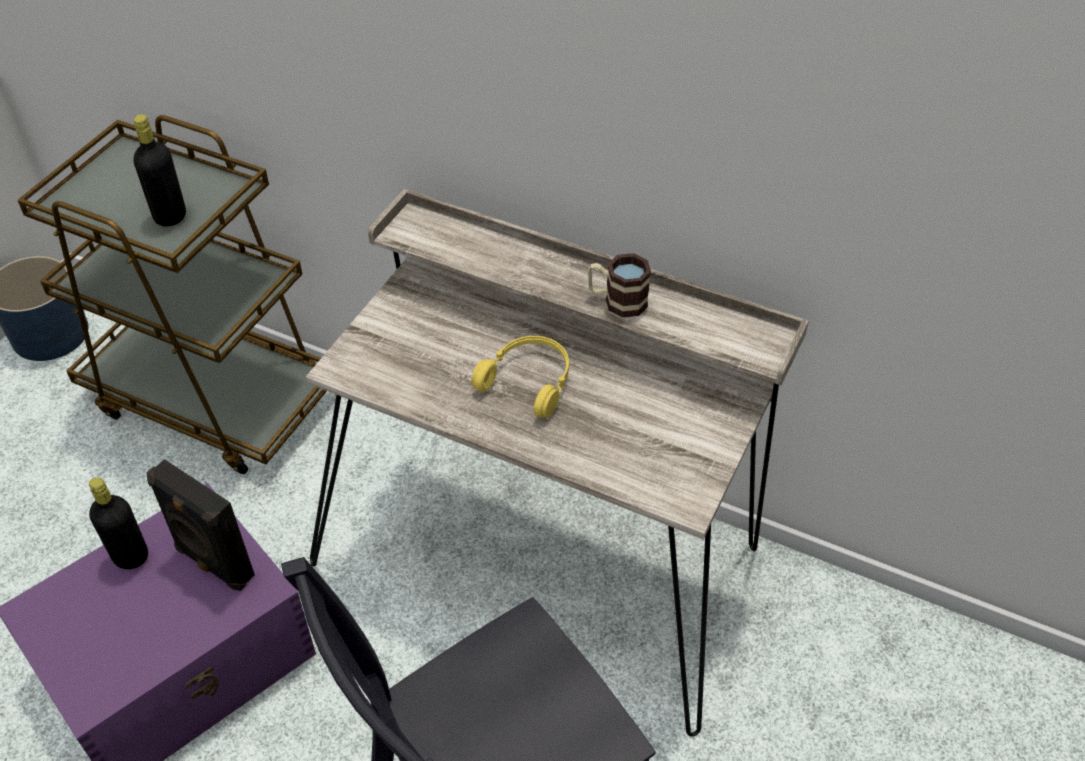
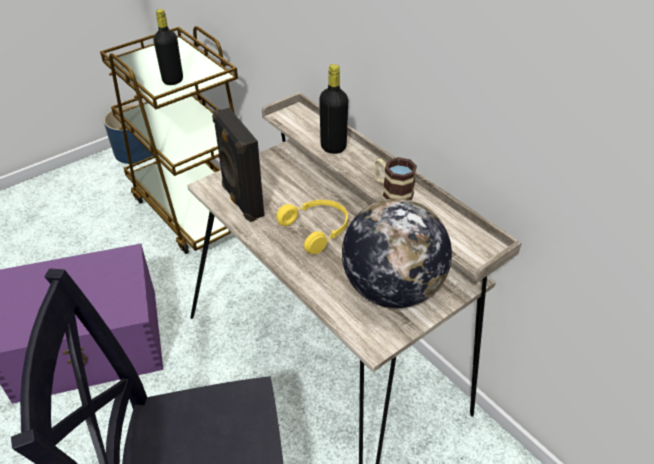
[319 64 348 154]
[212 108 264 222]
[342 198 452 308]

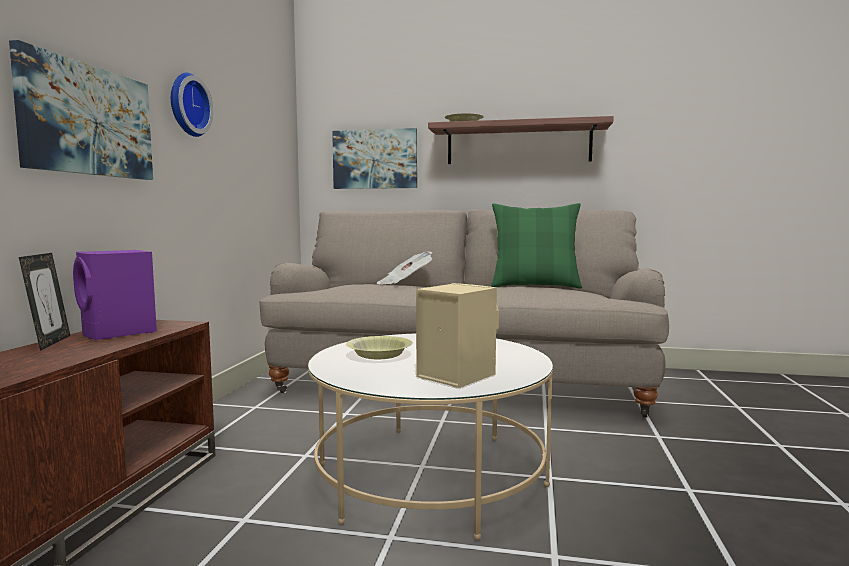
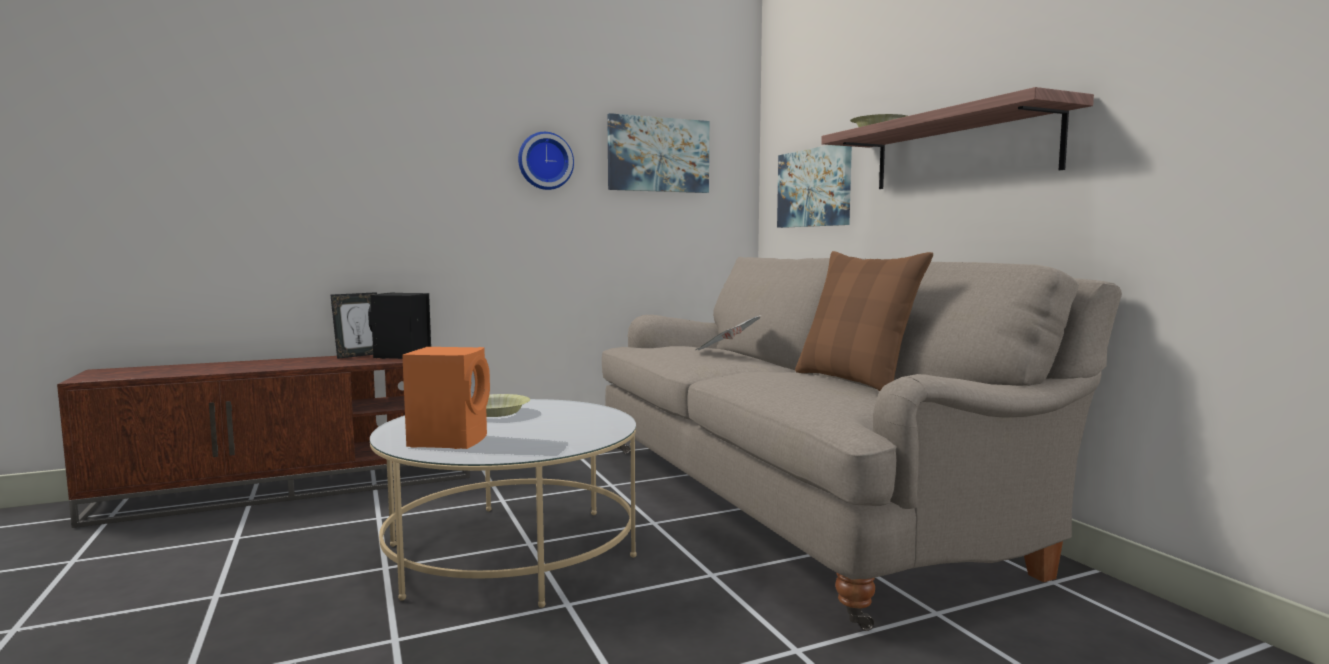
[607 113 709 193]
[368 292 431 359]
[402 347 490 449]
[795 251 933 391]

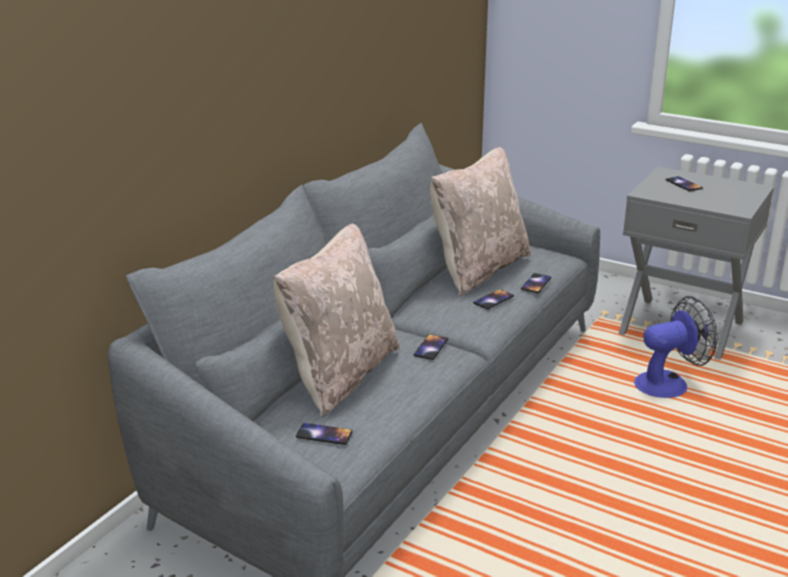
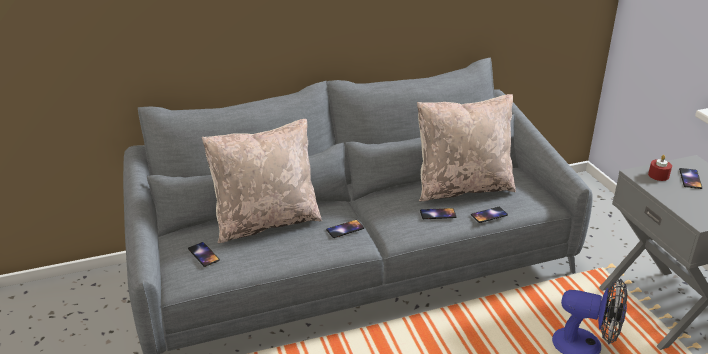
[648 155 672 181]

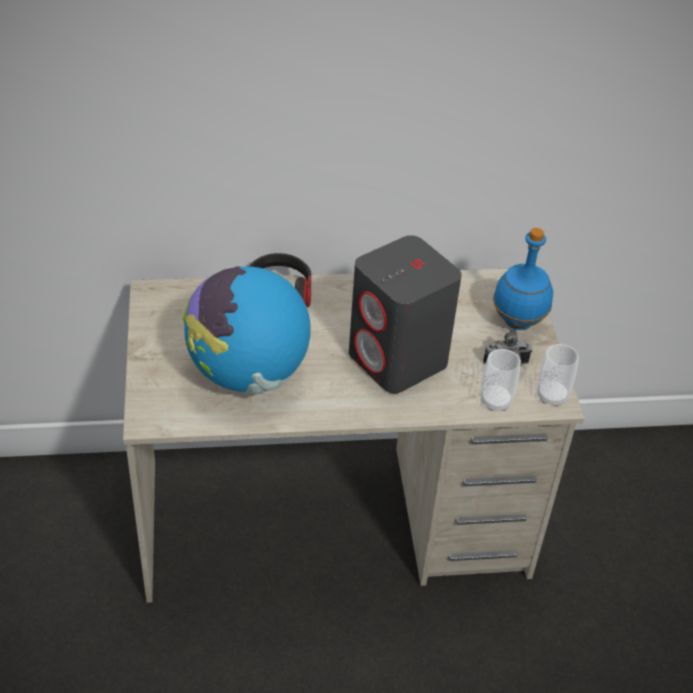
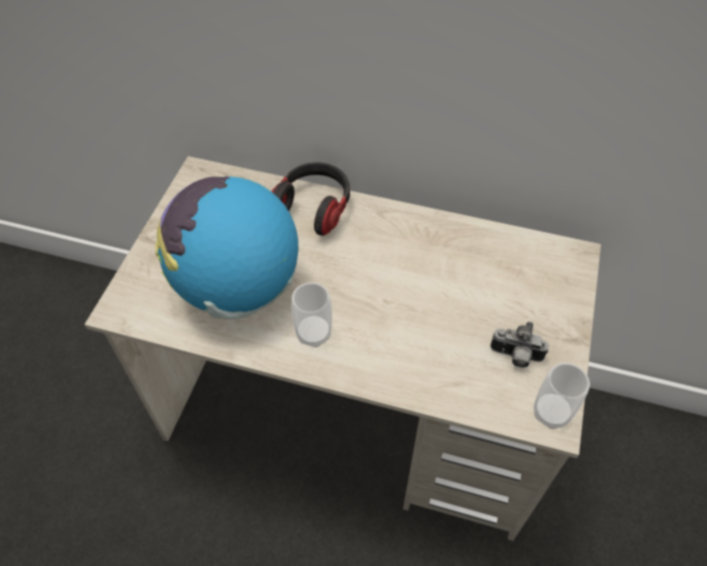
[349 235 462 393] (first image)
[292 282 332 347]
[493 228 553 330] (first image)

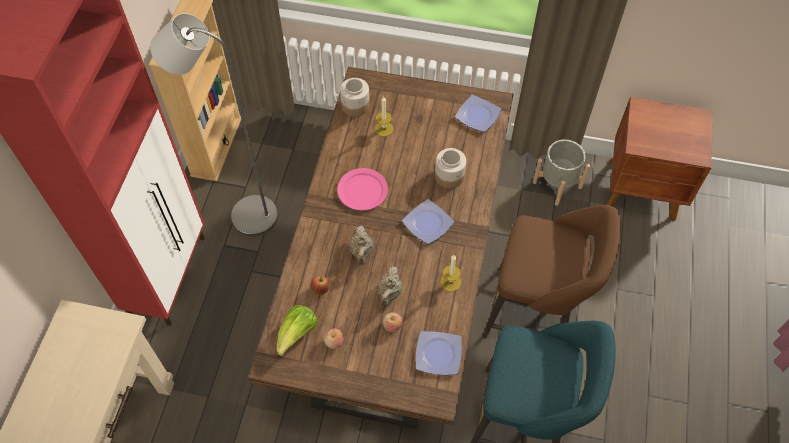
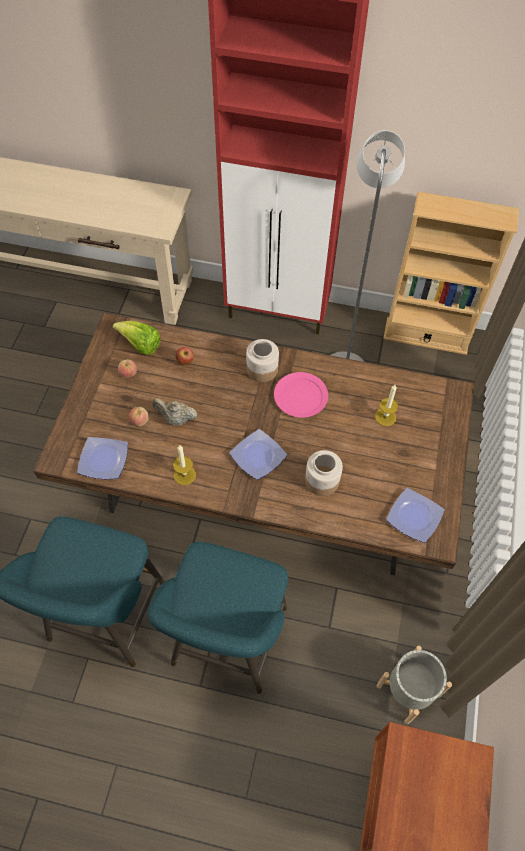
[246 339 279 382]
[349 226 374 265] (first image)
[148 541 288 694]

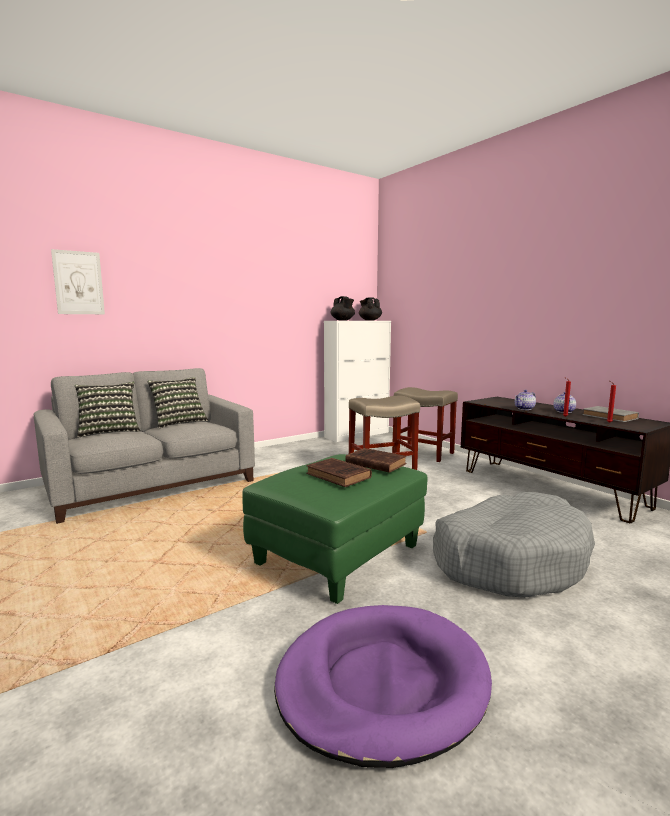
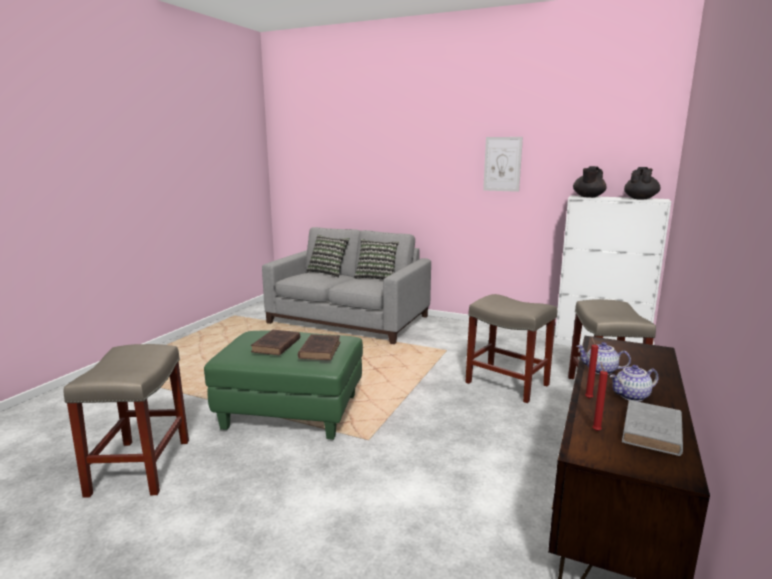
[483 137 523 192]
[64 344 189 498]
[433 492 595 598] (first image)

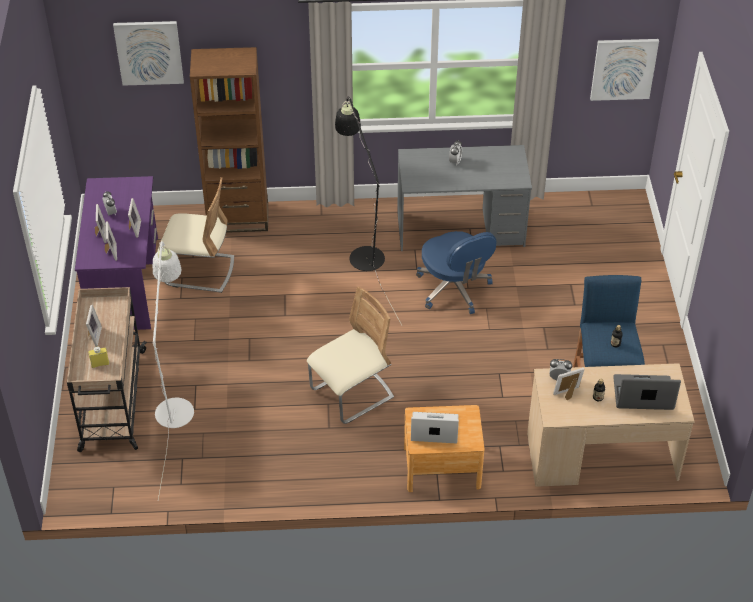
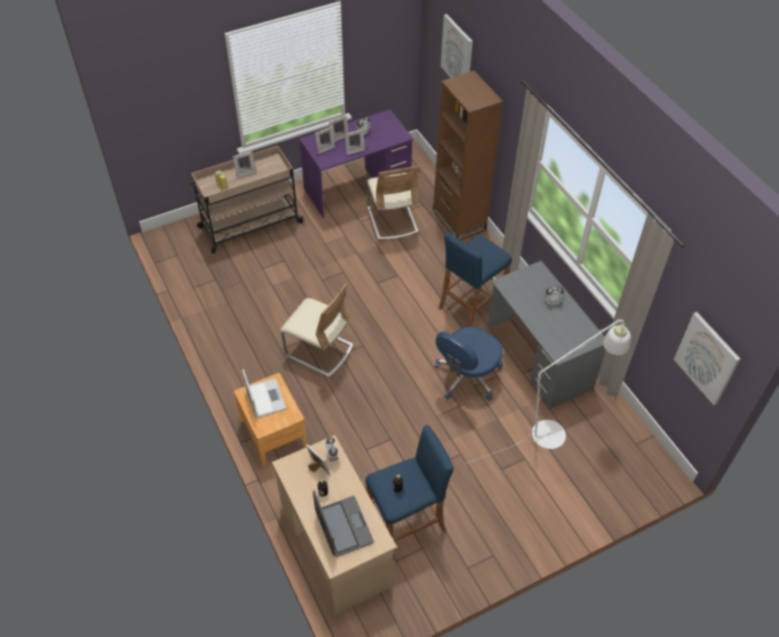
[465 319 631 464]
[438 232 512 327]

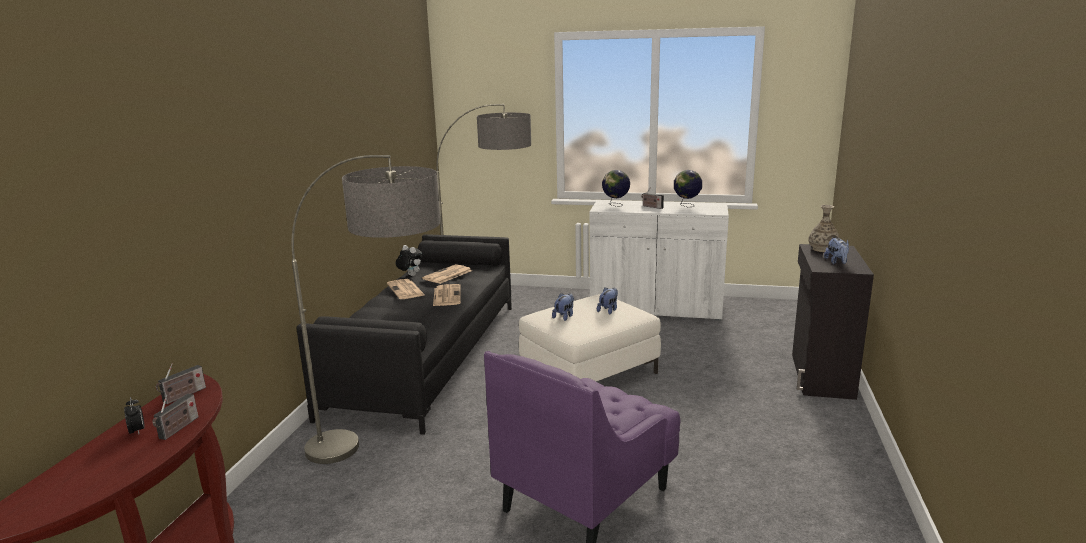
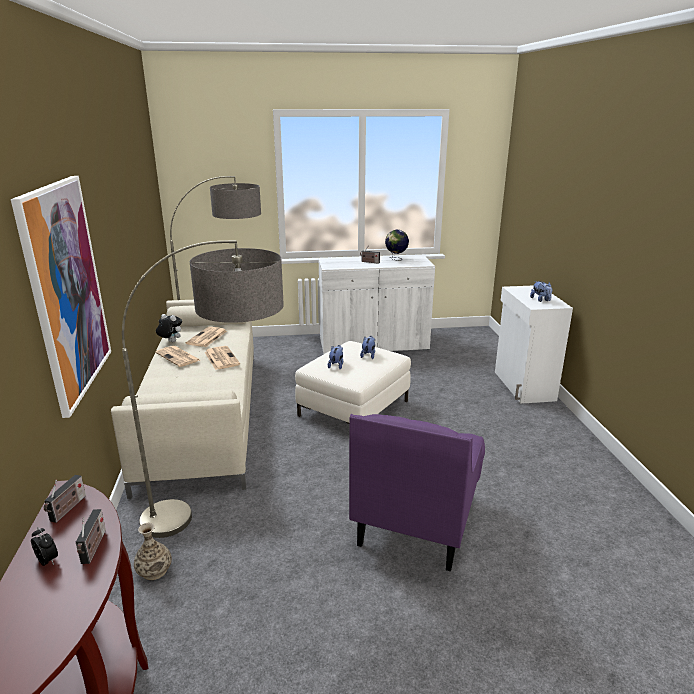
[111 300 254 499]
[602 170 630 207] (first image)
[495 285 573 403]
[134 523 172 580]
[11 176 111 418]

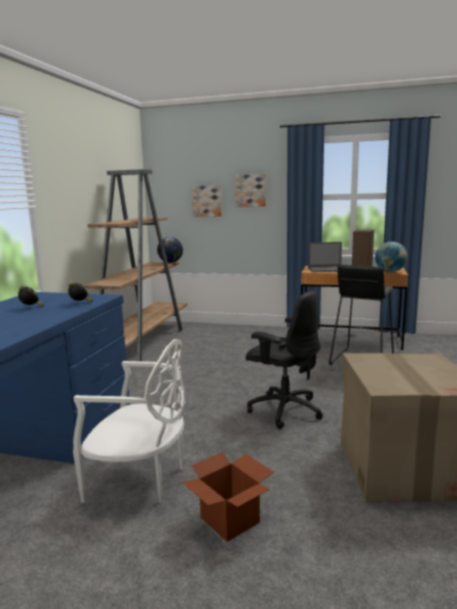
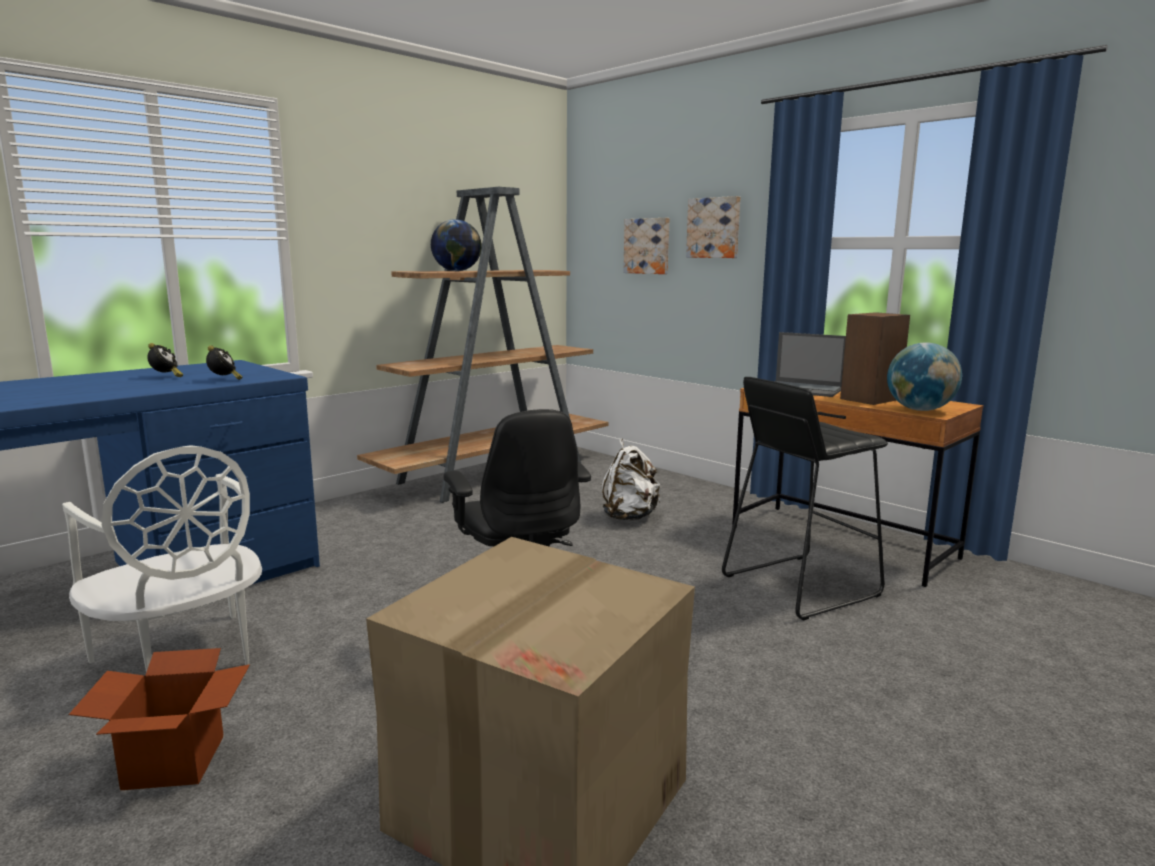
[431 219 482 271]
[601 438 661 521]

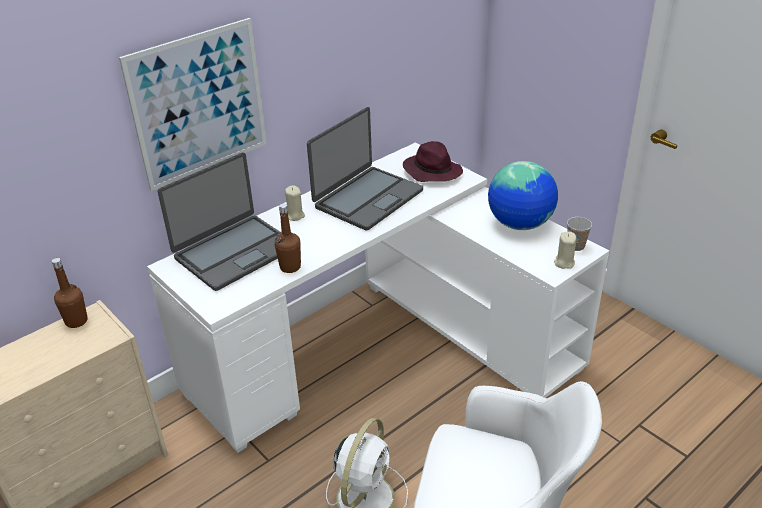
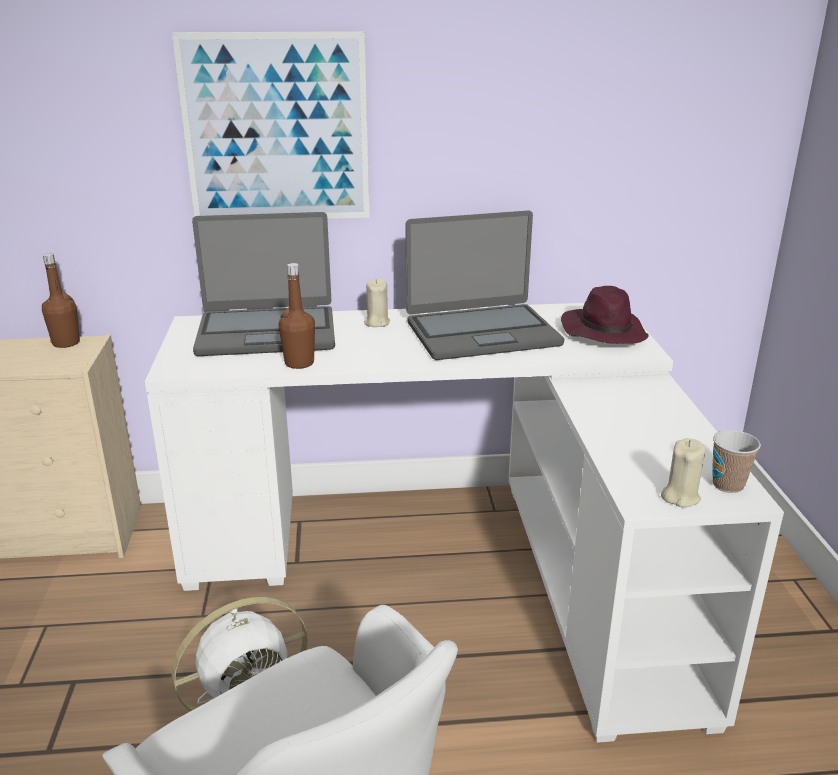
[488 161 558 230] (first image)

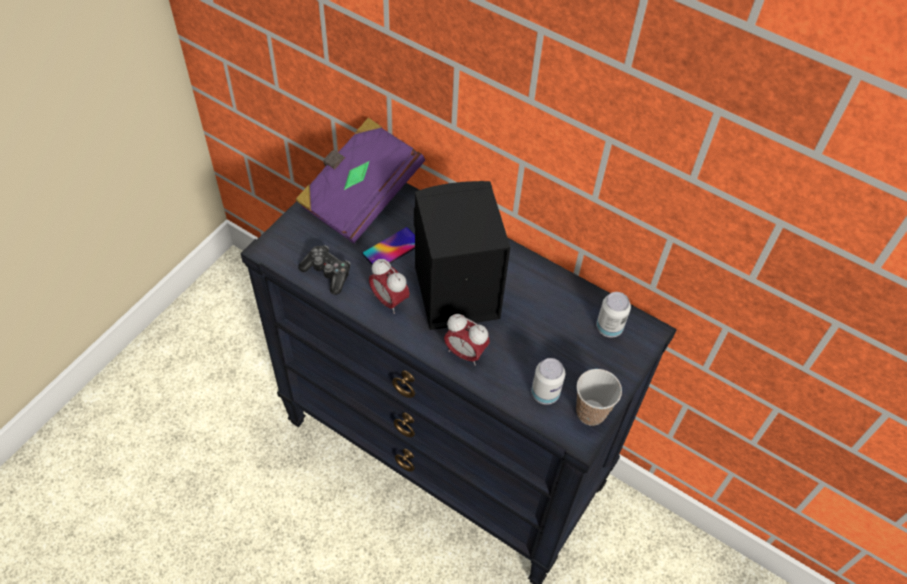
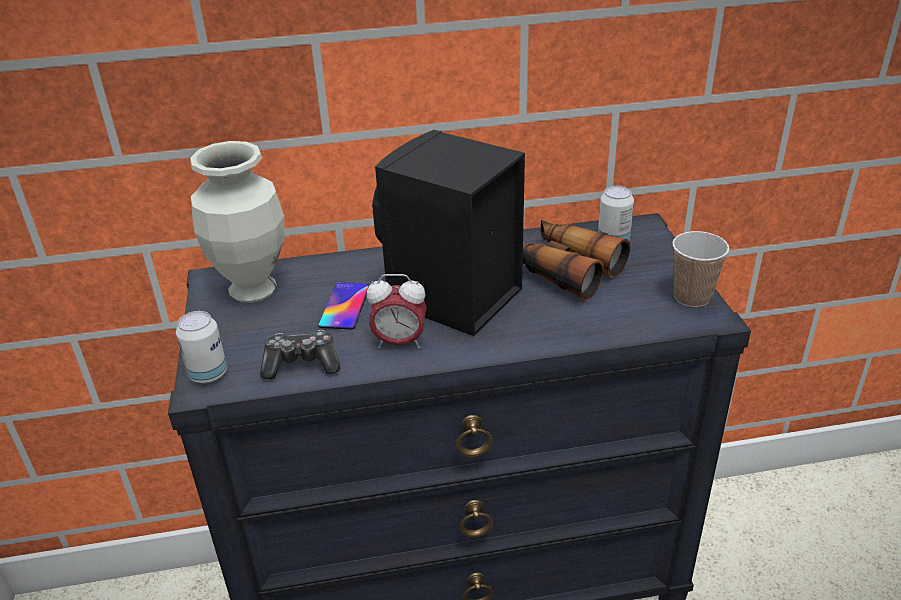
[190 141 285 303]
[444 314 490 366] (first image)
[176 311 227 383]
[523 220 630 300]

